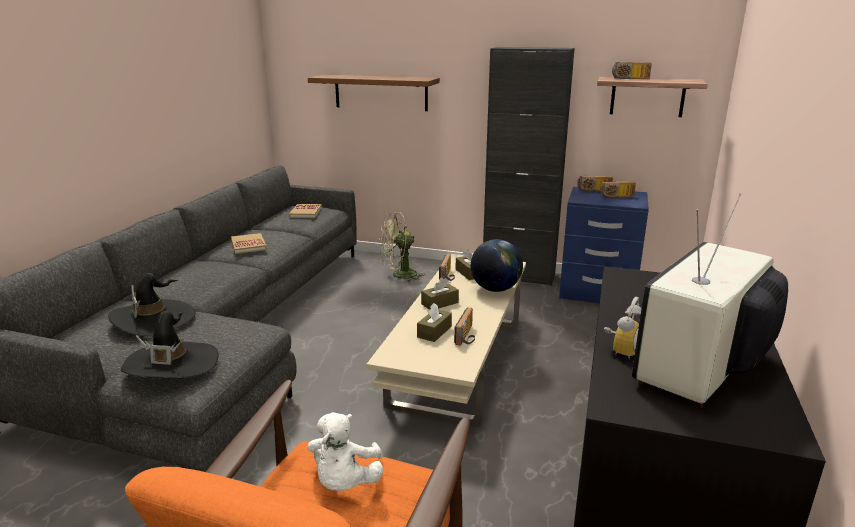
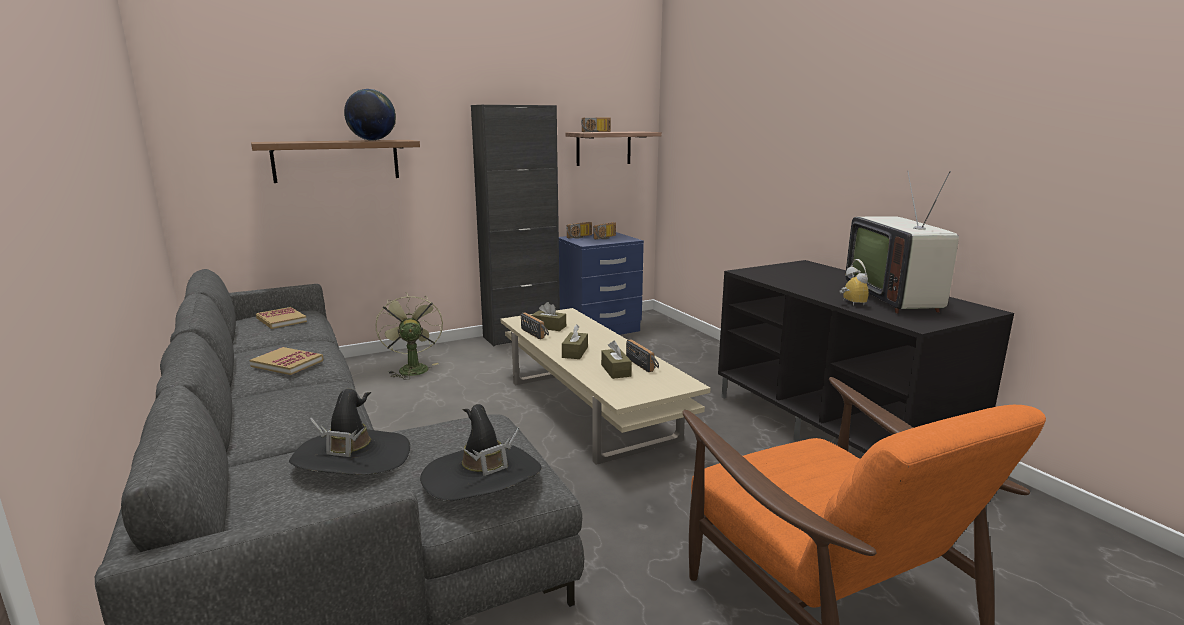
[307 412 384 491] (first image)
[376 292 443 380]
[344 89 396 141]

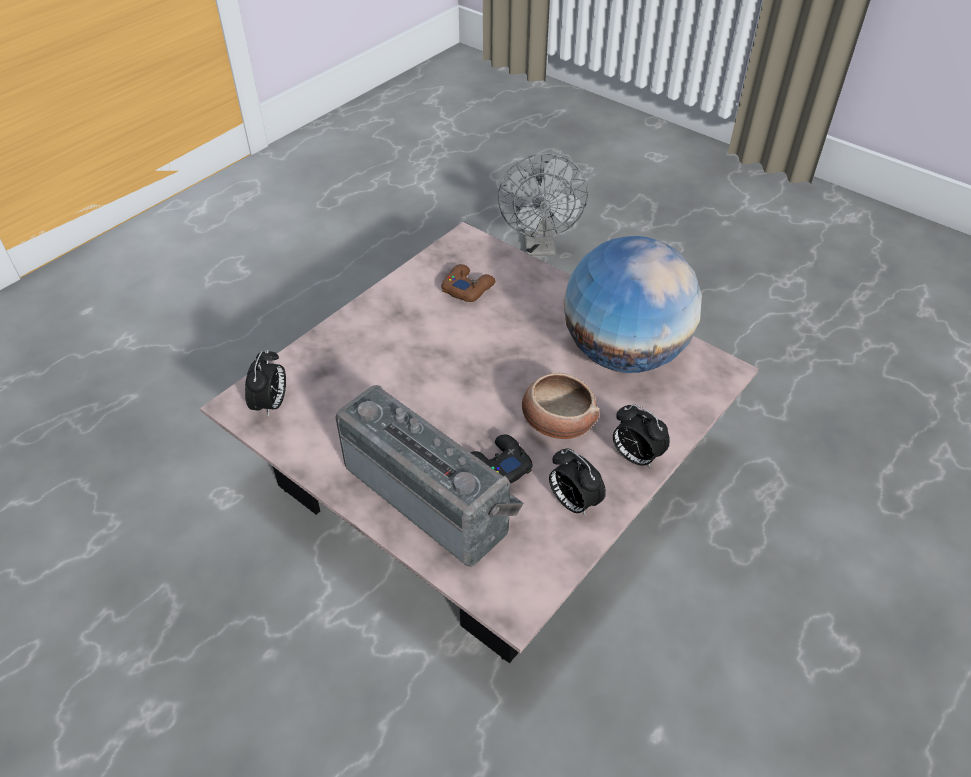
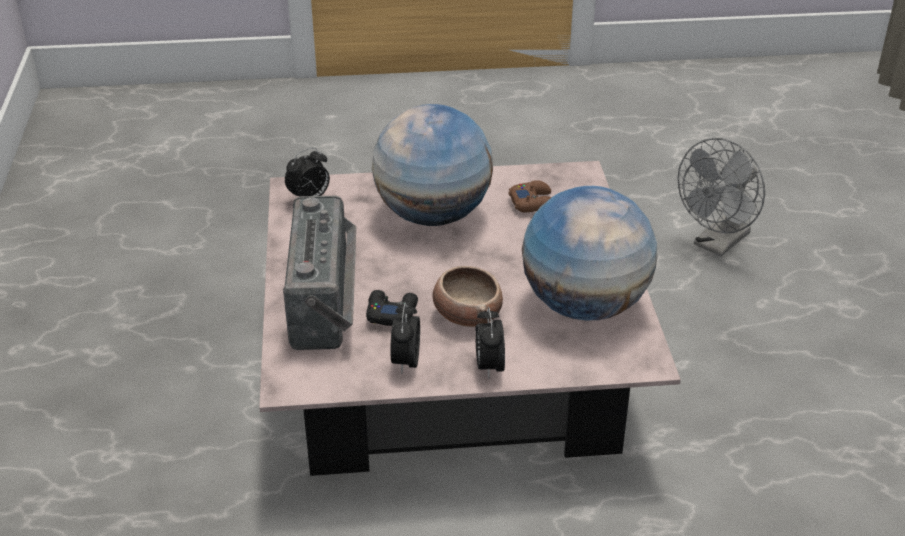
[372 104 493 226]

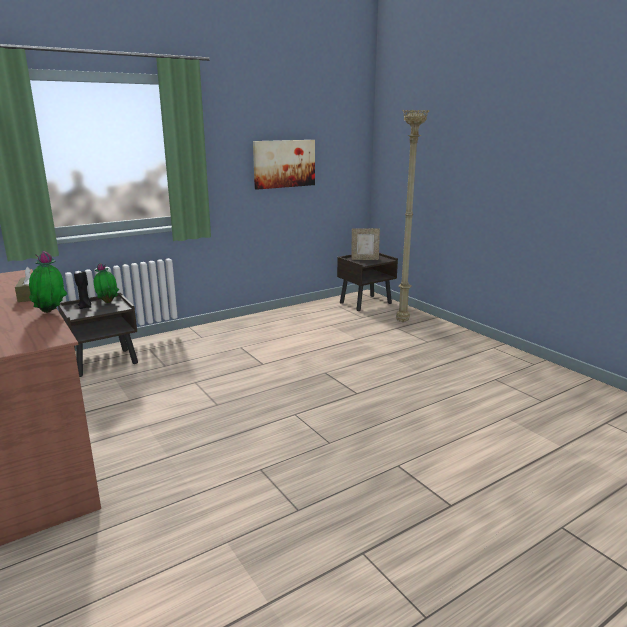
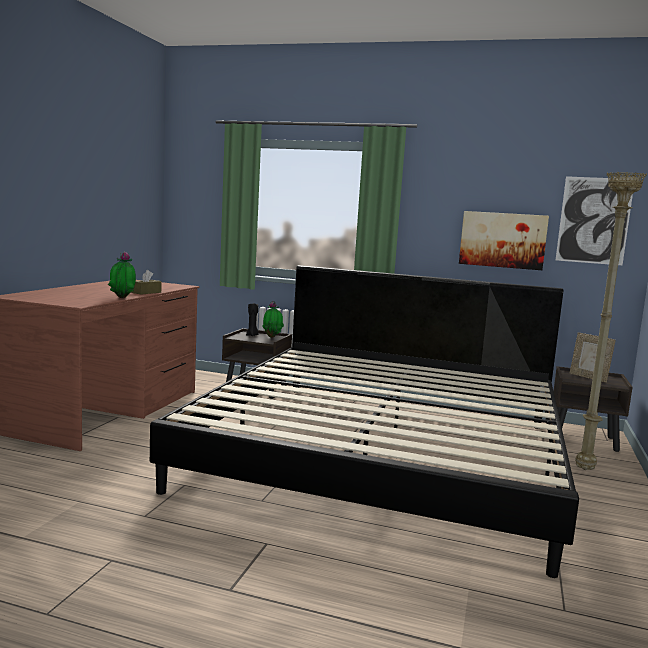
[150 265 579 578]
[556 176 633 265]

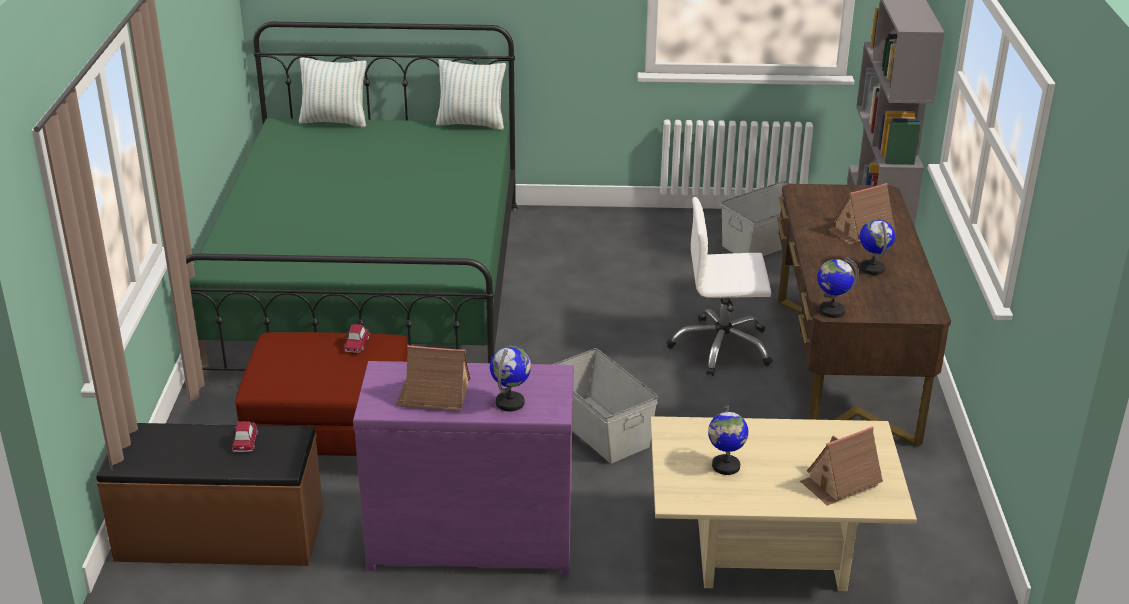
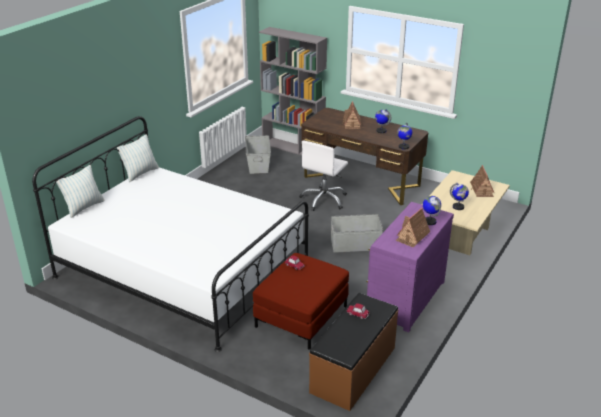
[32 116 309 352]

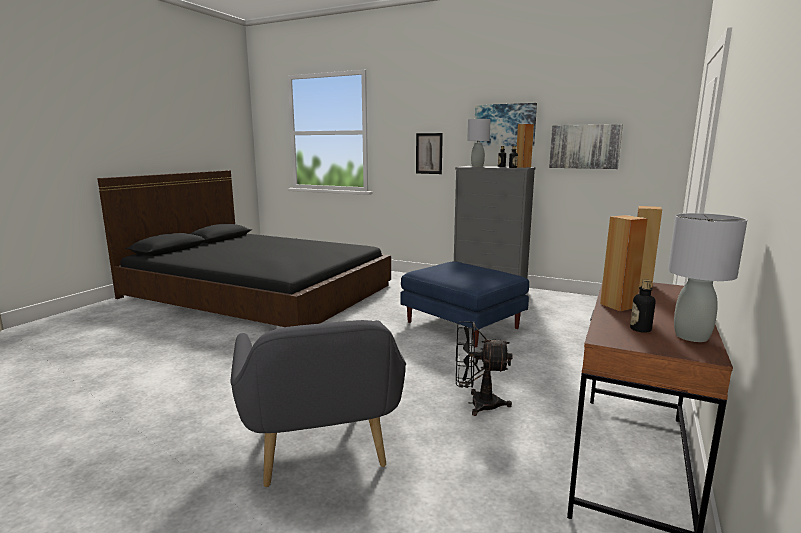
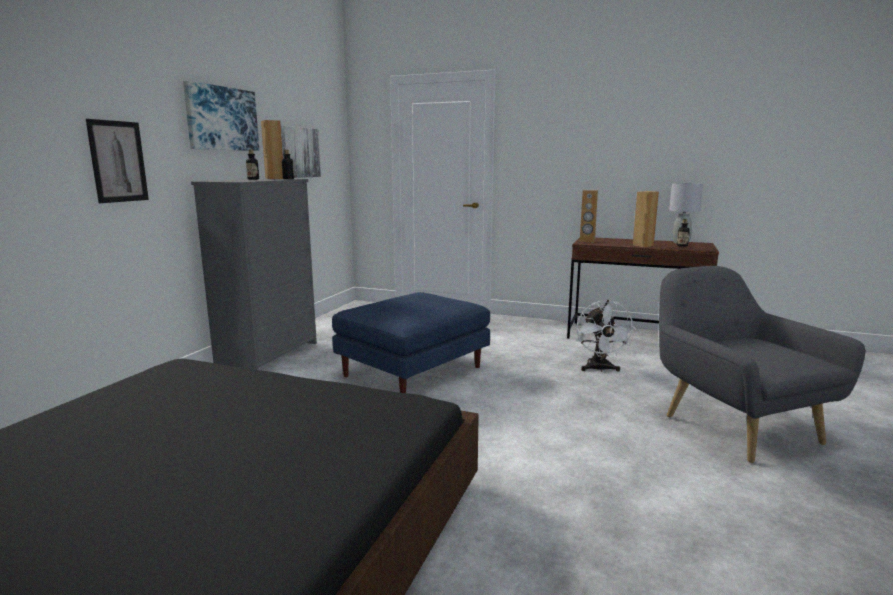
[659 266 866 463]
[577 300 636 372]
[467 119 491 167] (first image)

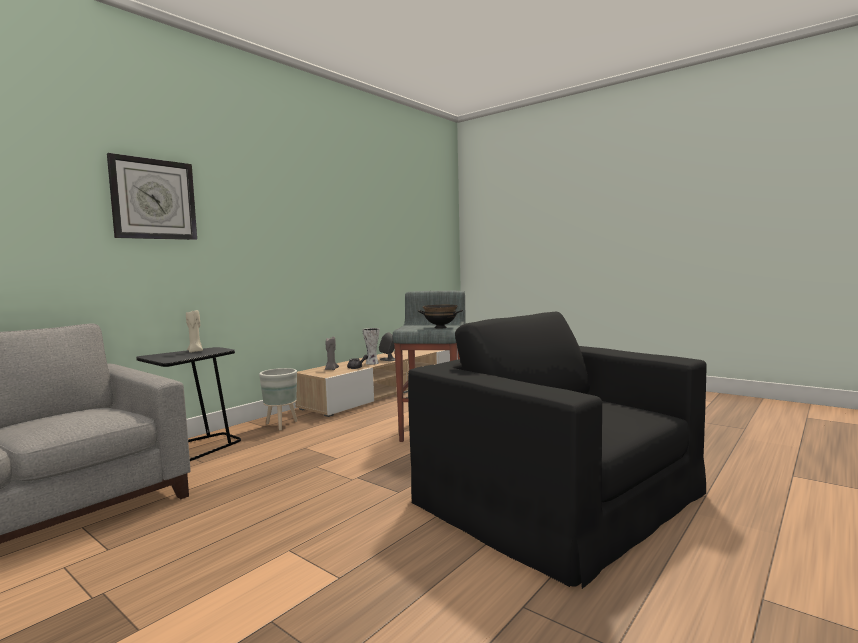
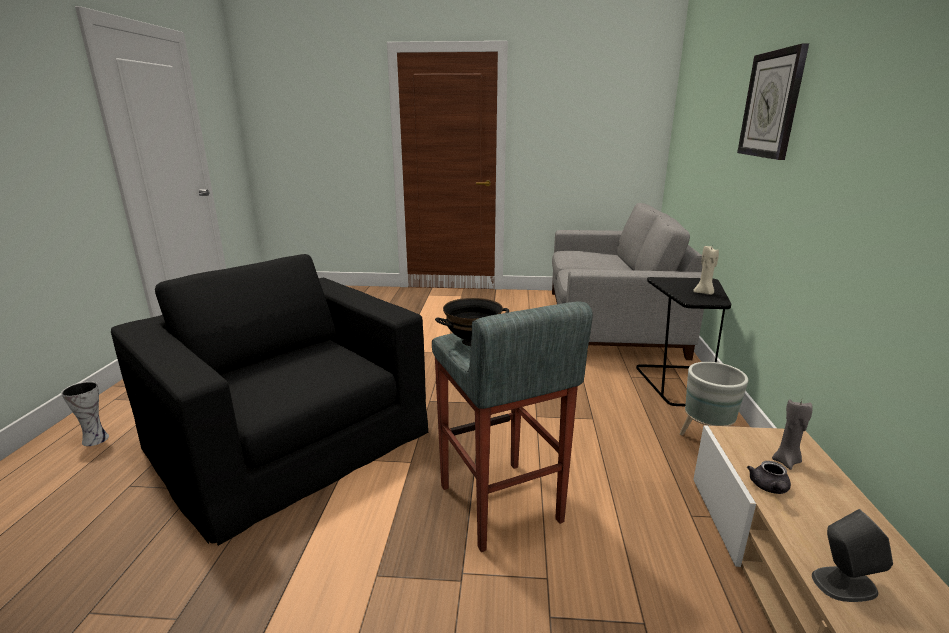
[61 381 109 446]
[111 254 428 546]

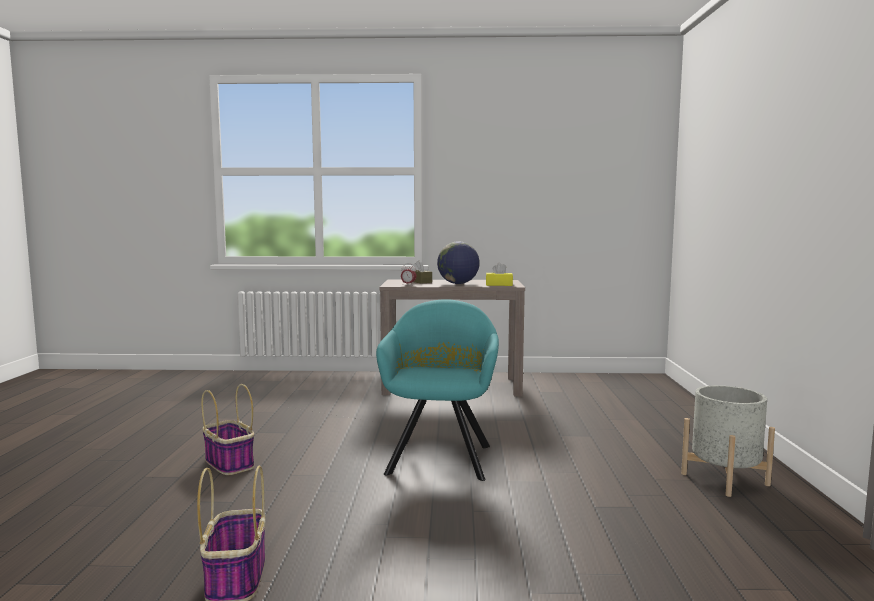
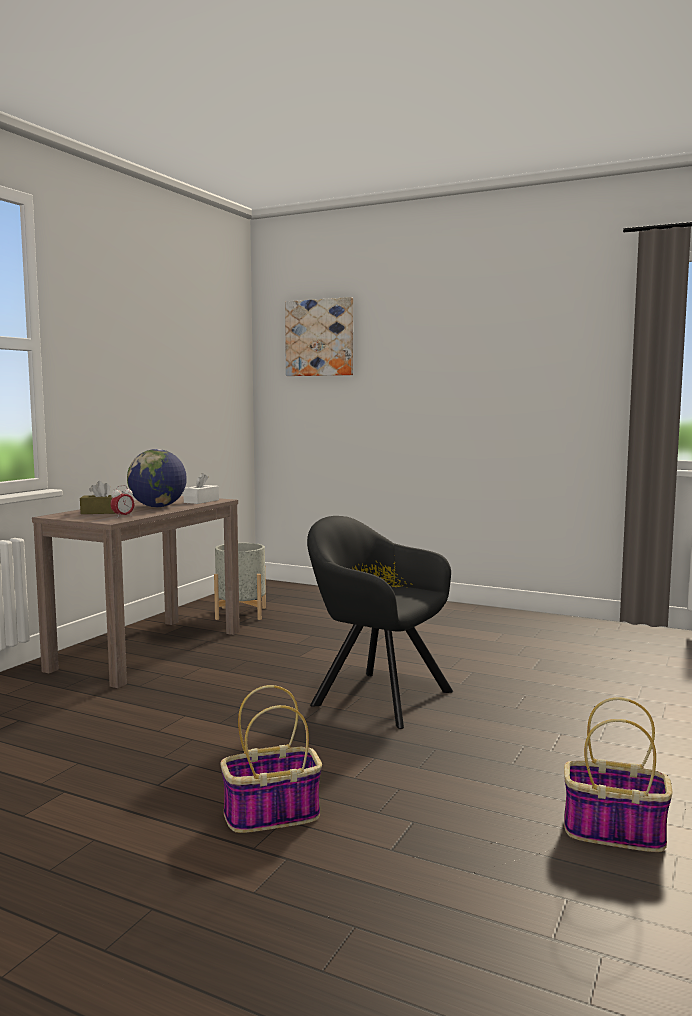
[307 516 453 729]
[183 473 219 504]
[214 543 266 620]
[285 297 353 376]

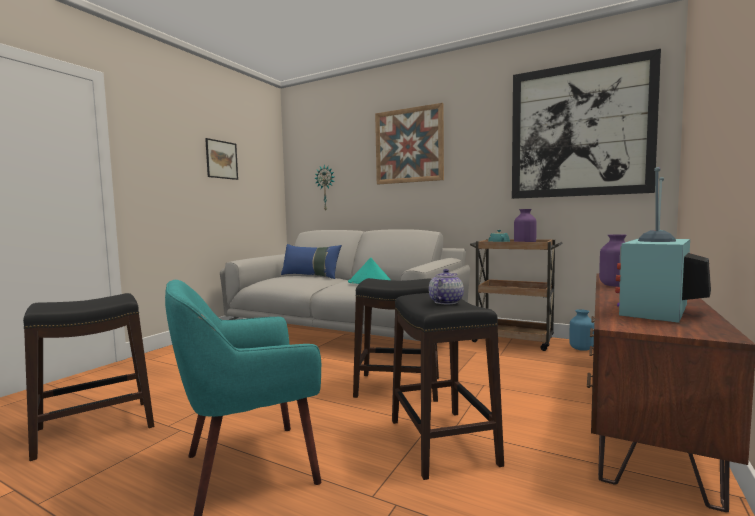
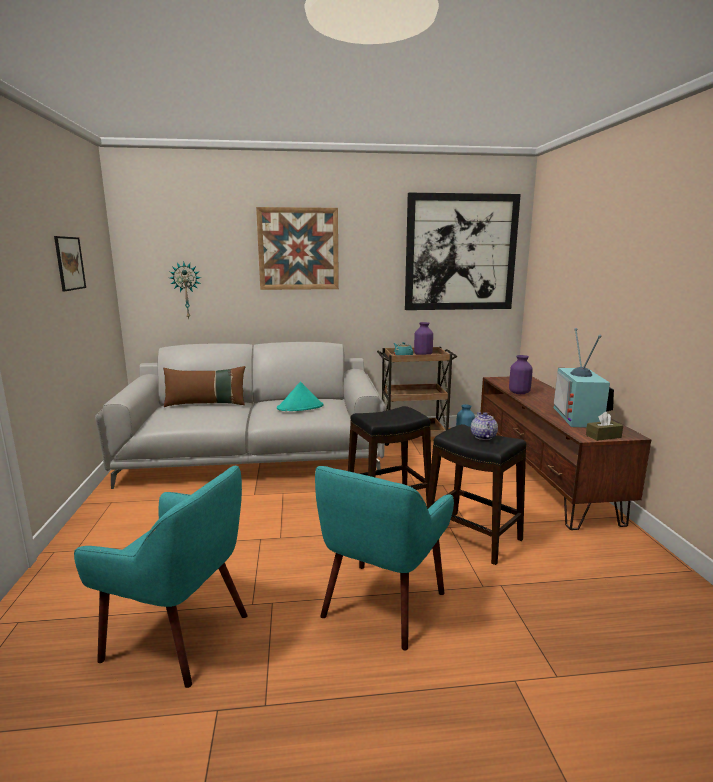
[74 466 248 688]
[163 366 245 407]
[586 412 623 441]

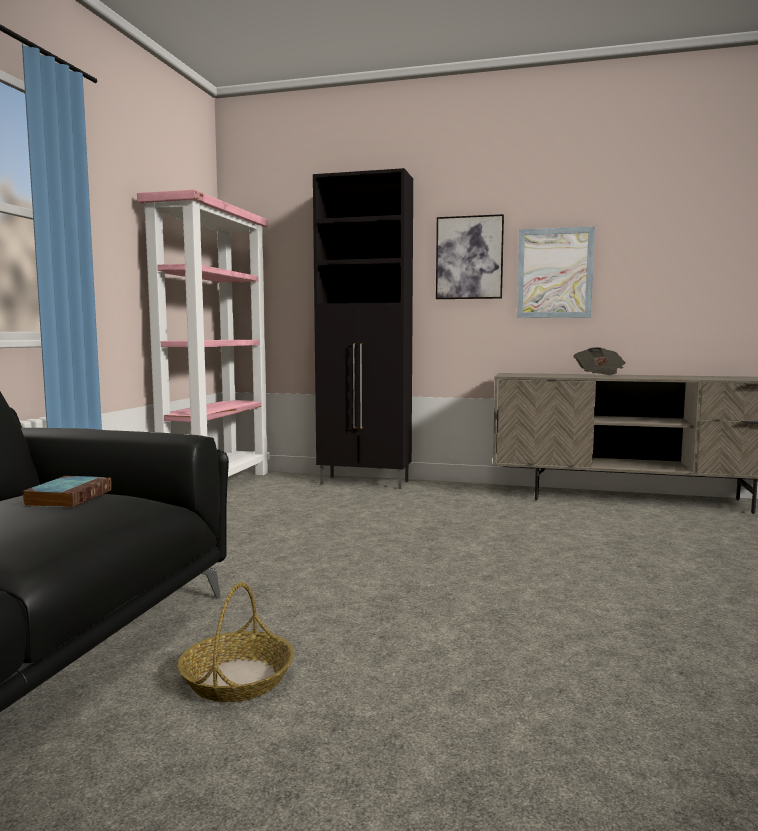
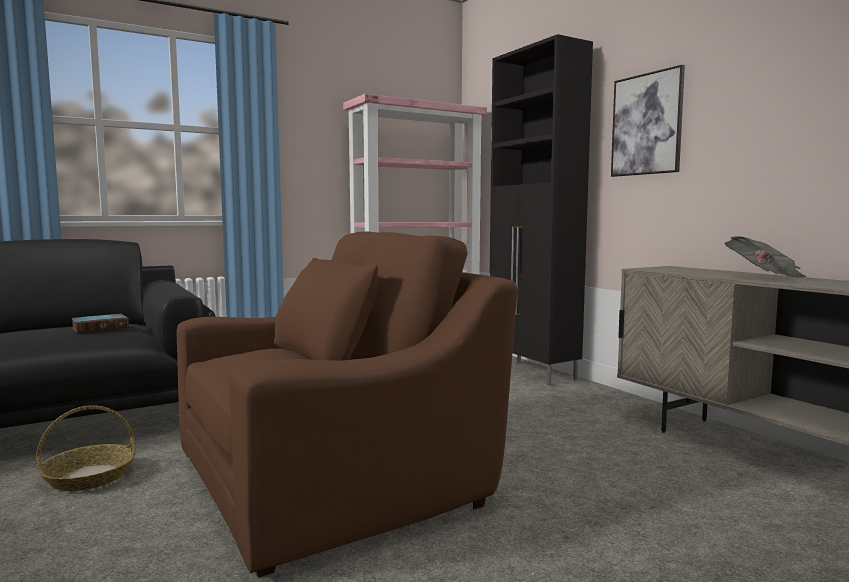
[517 226 595 318] (first image)
[176 232 517 578]

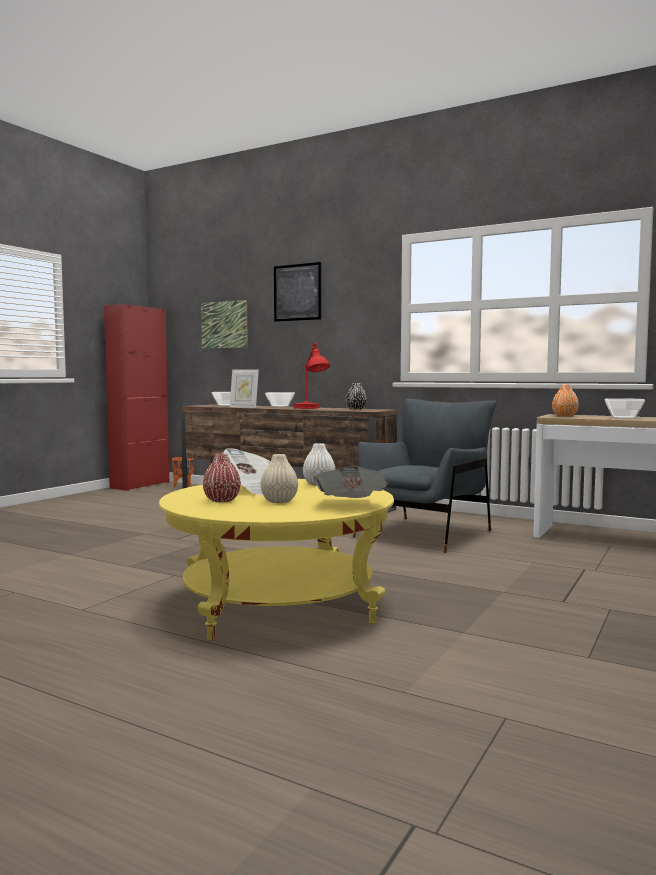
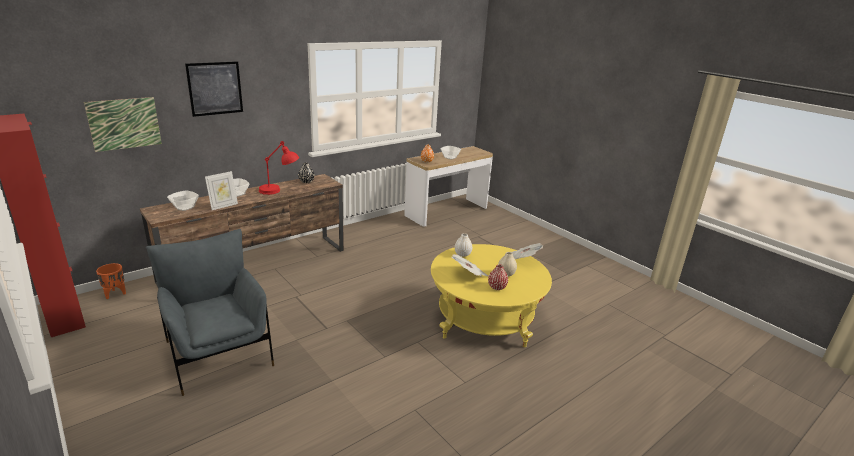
[146 229 274 396]

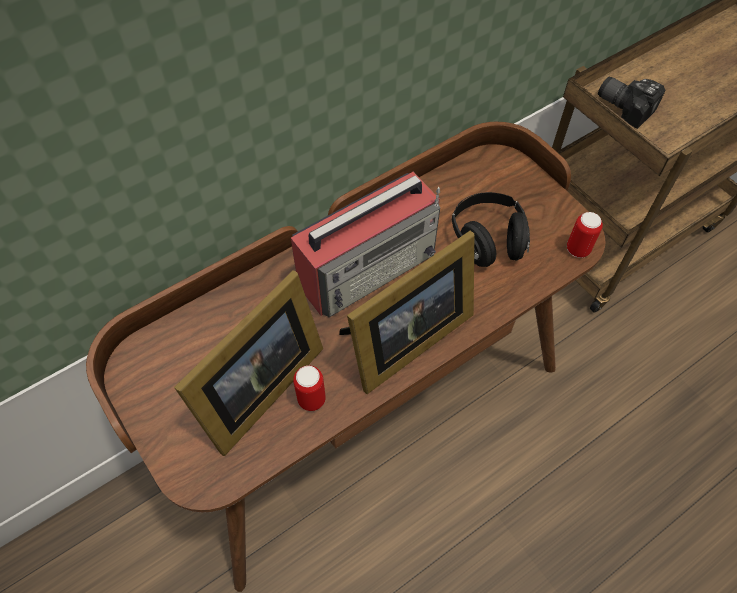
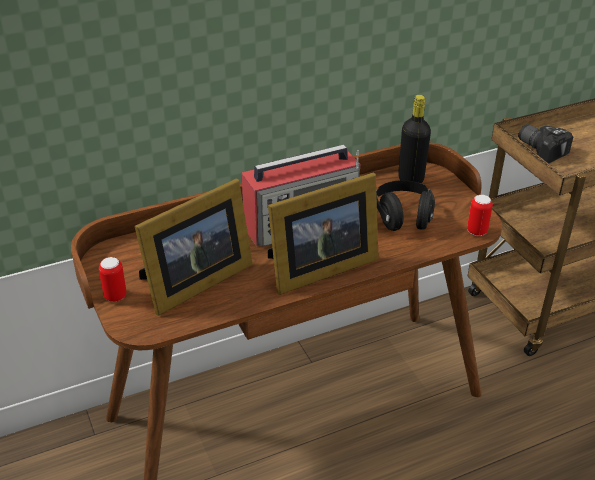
[99 257 127 302]
[398 95 431 183]

